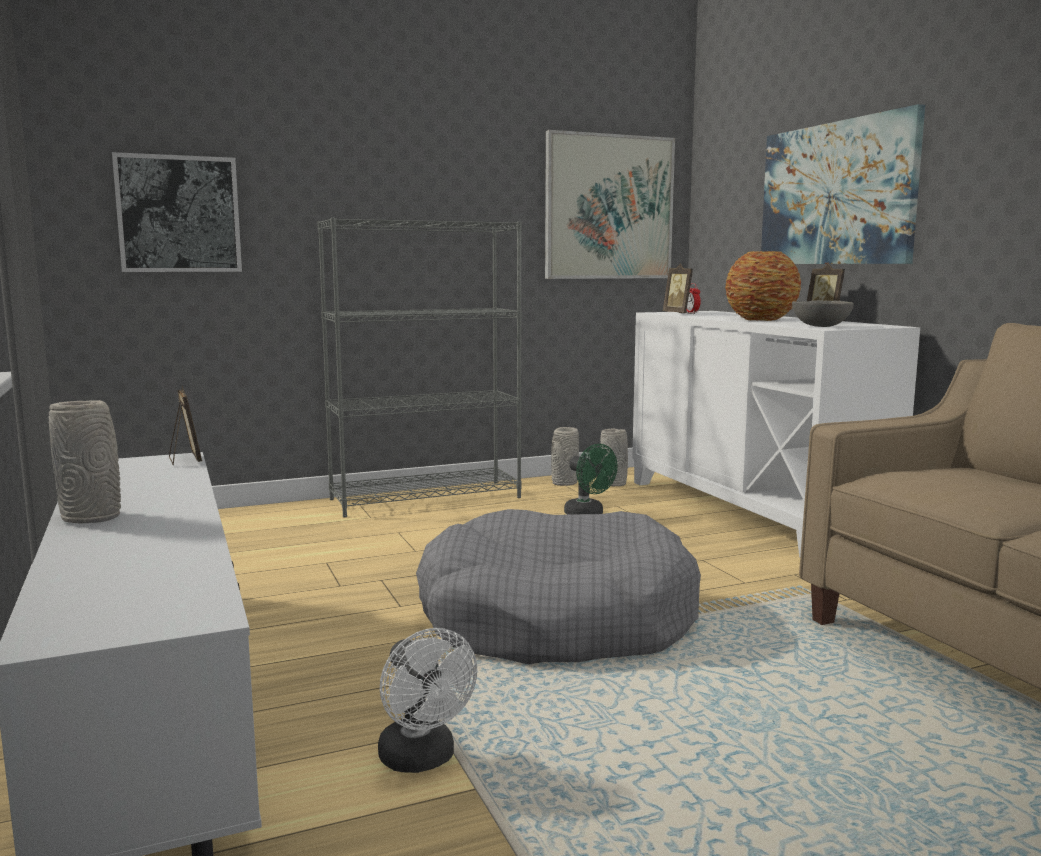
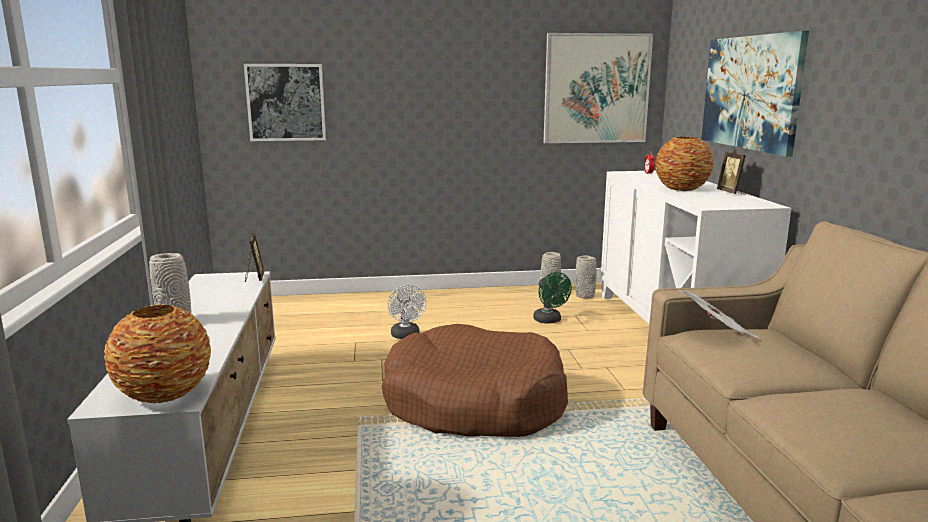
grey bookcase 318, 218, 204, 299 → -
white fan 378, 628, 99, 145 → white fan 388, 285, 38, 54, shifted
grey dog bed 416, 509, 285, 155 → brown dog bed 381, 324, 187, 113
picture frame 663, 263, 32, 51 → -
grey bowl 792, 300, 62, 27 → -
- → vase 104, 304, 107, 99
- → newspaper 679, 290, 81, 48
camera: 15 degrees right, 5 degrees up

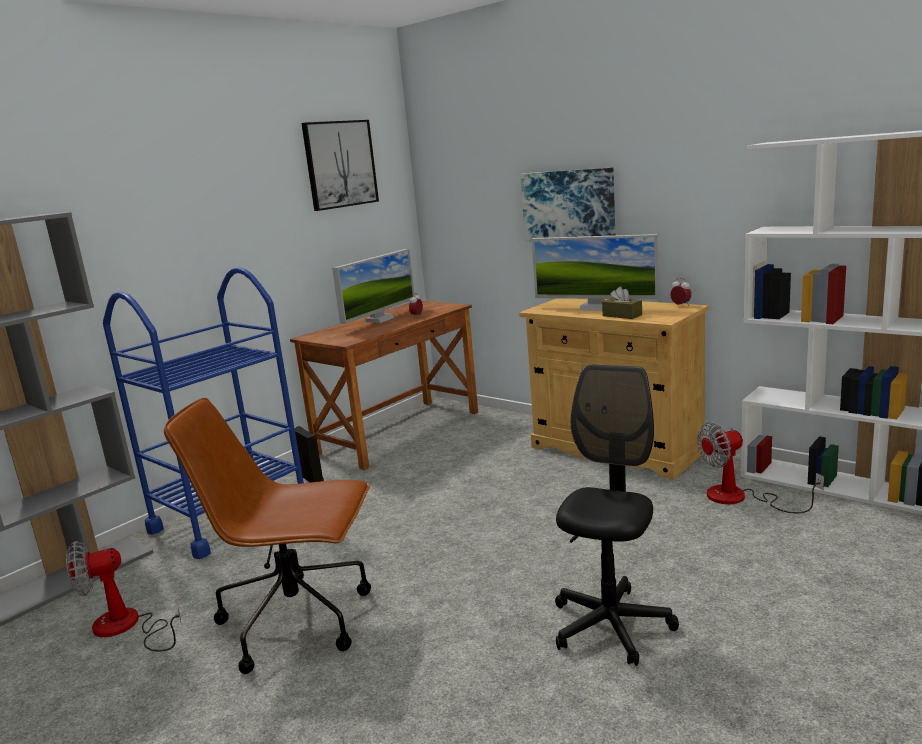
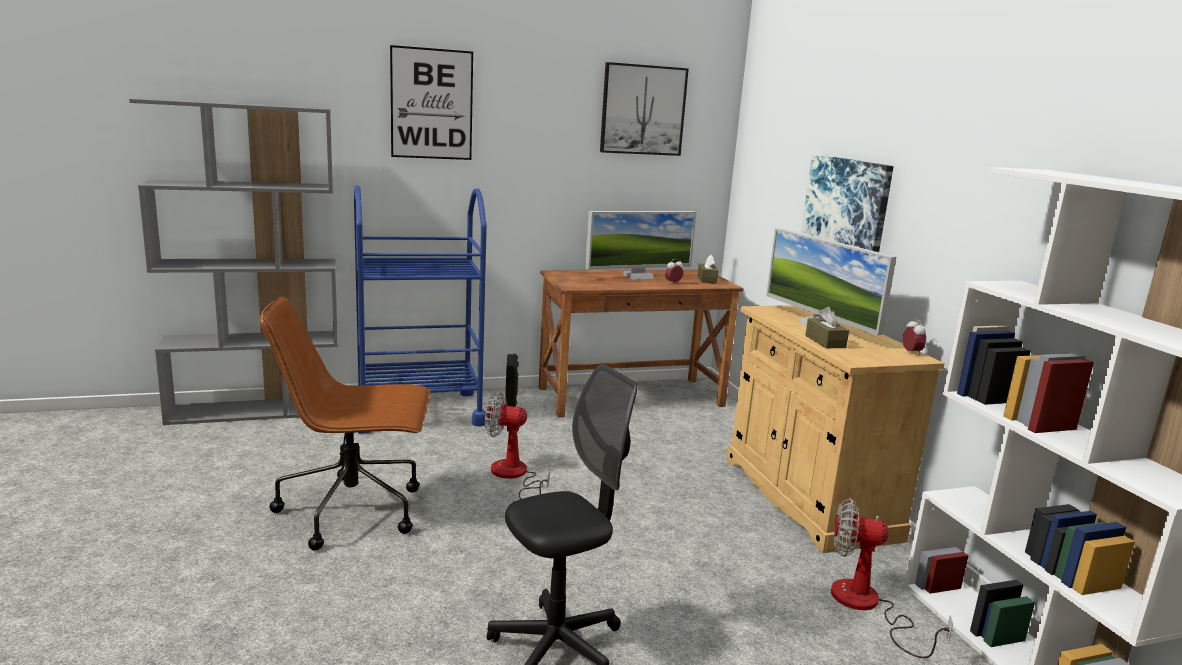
fan 66, 541, 116, 111 → fan 485, 392, 65, 107, shifted
brown office chair 164, 398, 207, 276 → brown office chair 260, 297, 170, 254, 45 degrees counterclockwise
- → picture 390, 45, 83, 115
- → brown tissue box 697, 255, 21, 29
camera: 30 degrees right, 0 degrees up

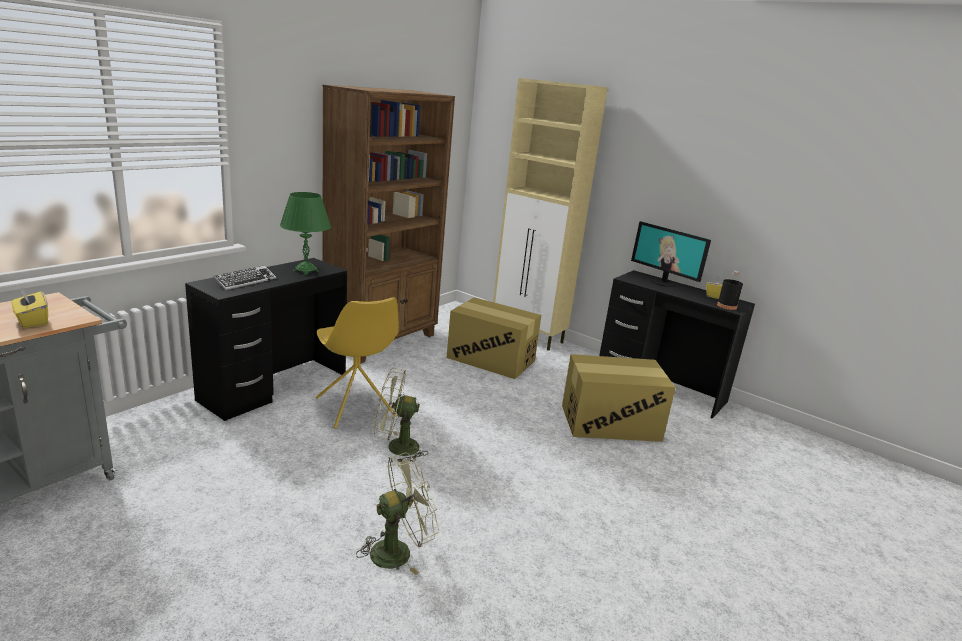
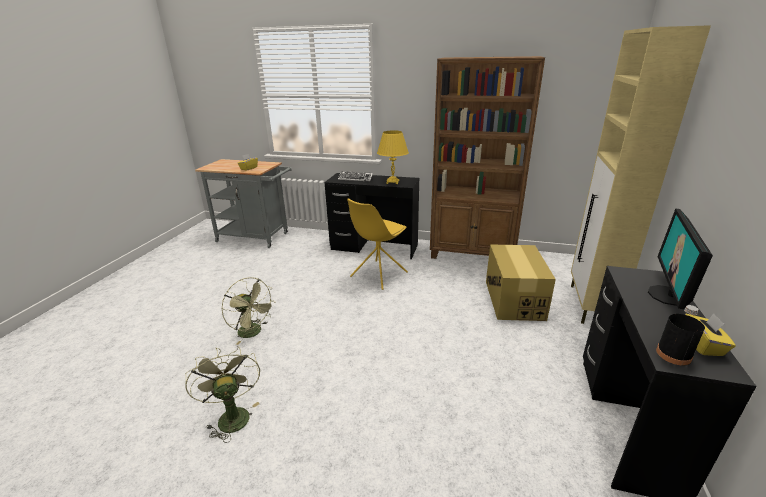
green table lamp 280, 192, 51, 83 → yellow table lamp 377, 130, 32, 54
green fan 374, 368, 53, 94 → green fan 185, 346, 75, 97, shifted
cardboard box 562, 354, 114, 88 → -
camera: 70 degrees right, 5 degrees up

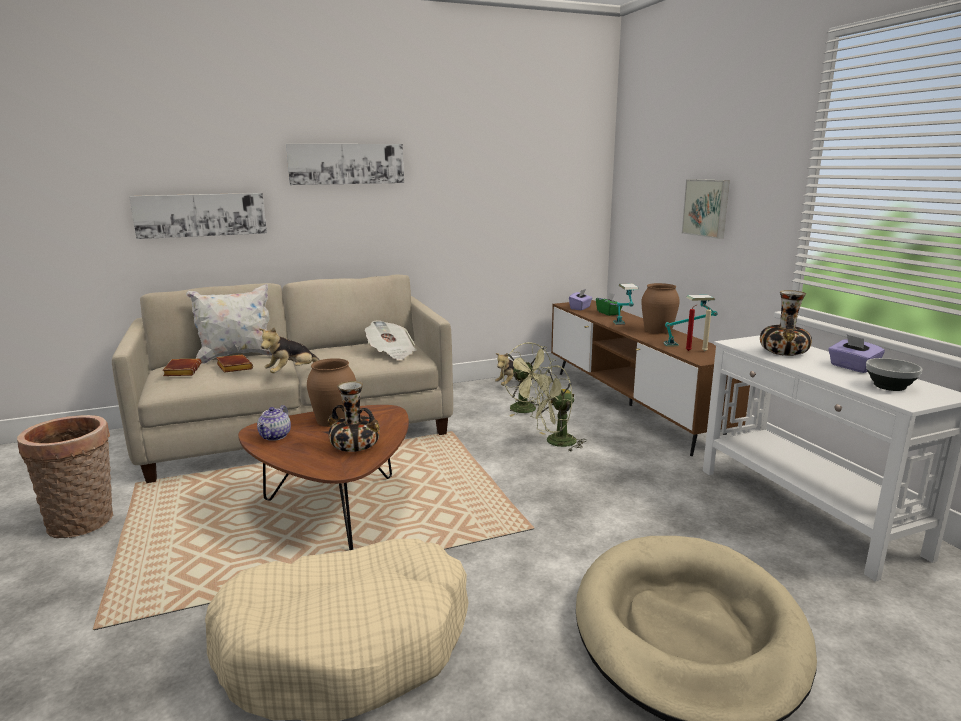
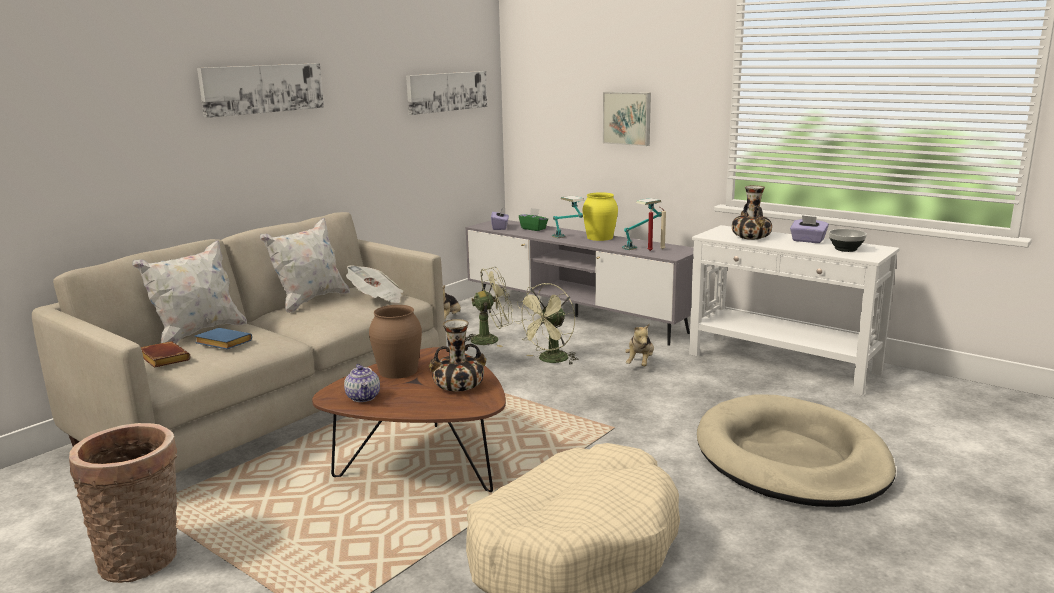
picture 129, 193, 138, 46 → picture 406, 71, 81, 44, shifted
brown book 216, 355, 37, 18 → blue book 195, 328, 57, 21
plush toy 259, 327, 60, 46 → plush toy 625, 324, 29, 42, shifted
green fan 503, 342, 55, 75 → green fan 465, 267, 48, 80, 45 degrees counterclockwise
brown tv stand 551, 300, 199, 156 → grey tv stand 466, 220, 228, 126
brown vase 641, 283, 39, 51 → yellow vase 583, 192, 35, 49
- → white pillow 260, 218, 90, 95
camera: 30 degrees left, 0 degrees up

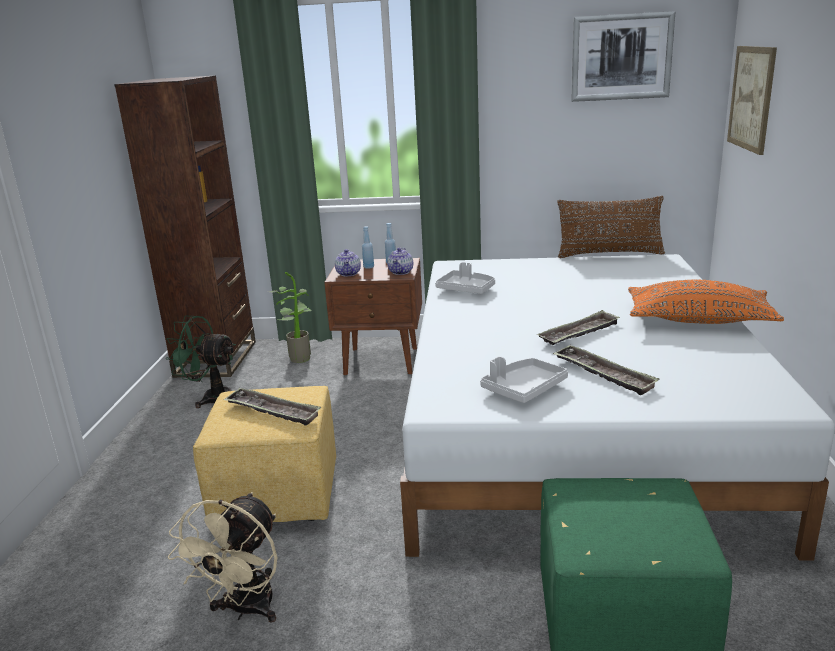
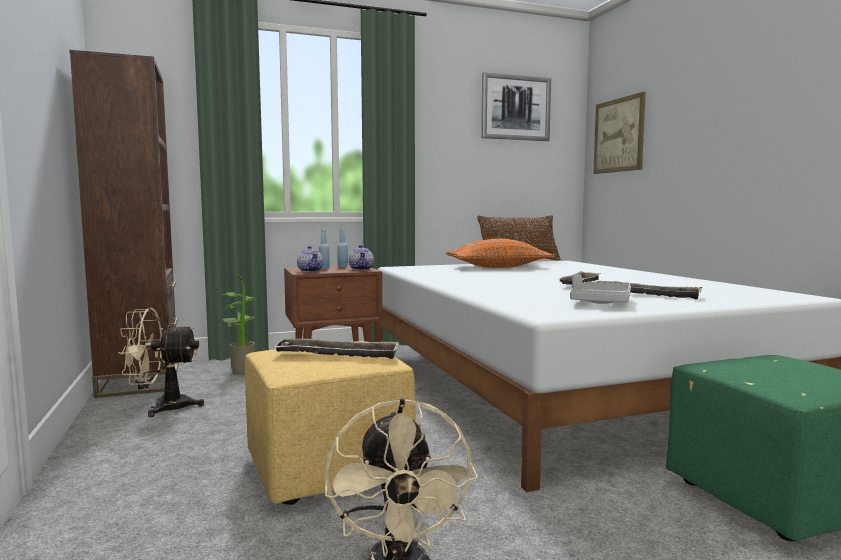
green fan 165, 316, 71, 92 → beige fan 118, 308, 86, 109
grey tray 435, 262, 60, 32 → -
orange pillow 628, 280, 156, 44 → orange pillow 446, 239, 109, 29, shifted
camera: 25 degrees left, 15 degrees down

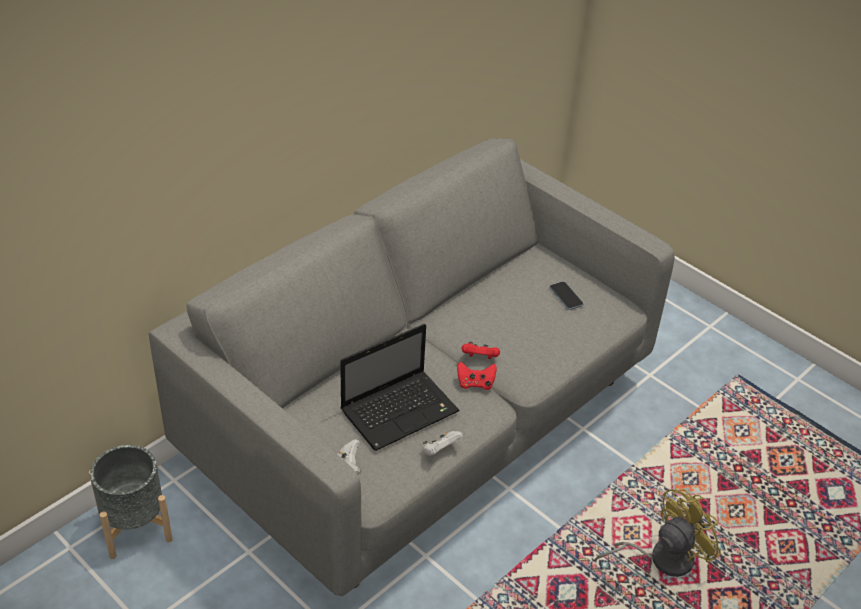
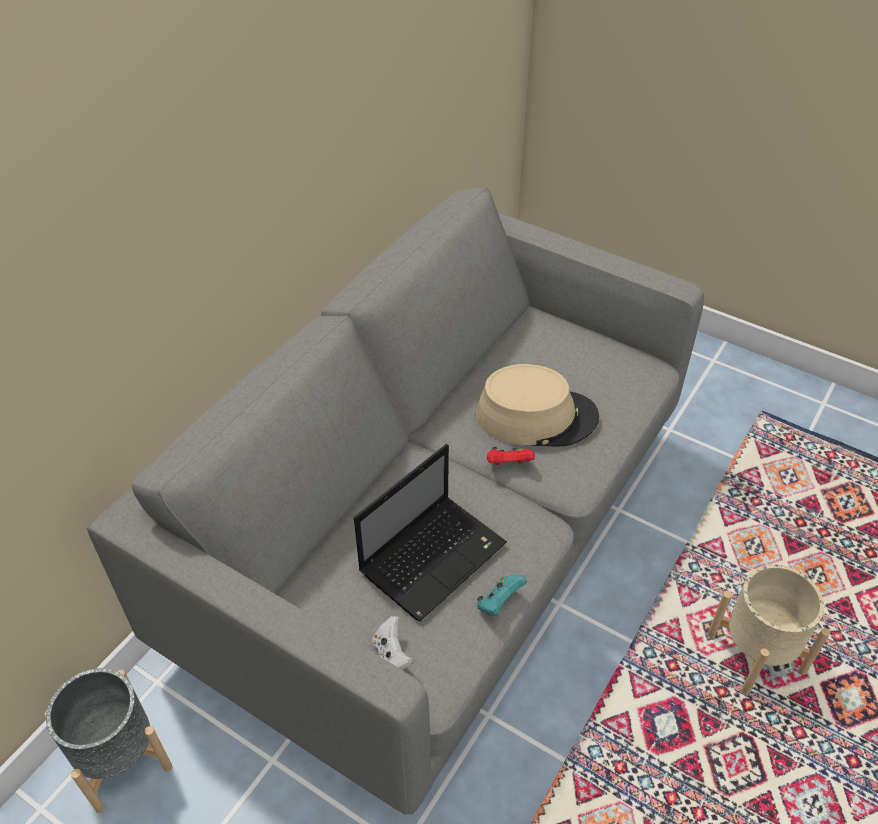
white game controller 422, 431, 42, 25 → turquoise game controller 477, 575, 50, 41
red game controller 457, 362, 40, 28 → -
phone 549, 281, 34, 29 → -
yellow fan 596, 489, 125, 88 → beige planter 707, 565, 123, 130
- → beige hat 476, 364, 123, 83
camera: 10 degrees left, 5 degrees up

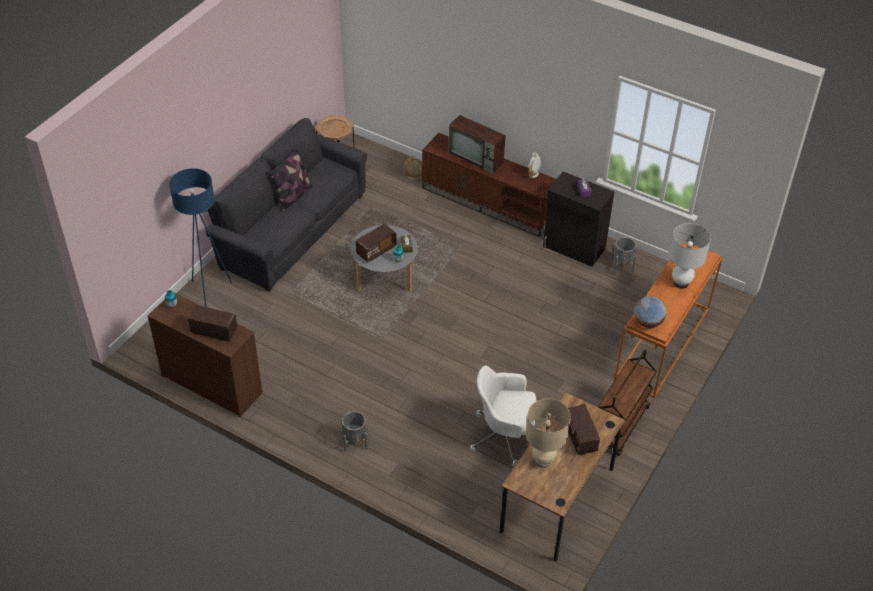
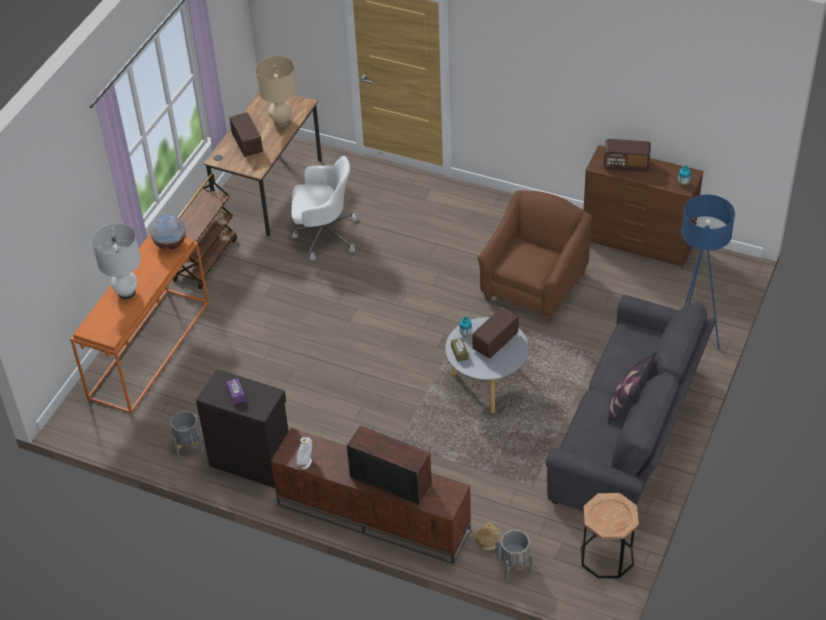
grey planter 341, 411, 27, 41 → grey planter 497, 530, 36, 50, shifted
- → brown armchair 478, 190, 114, 132
camera: 175 degrees right, 0 degrees up

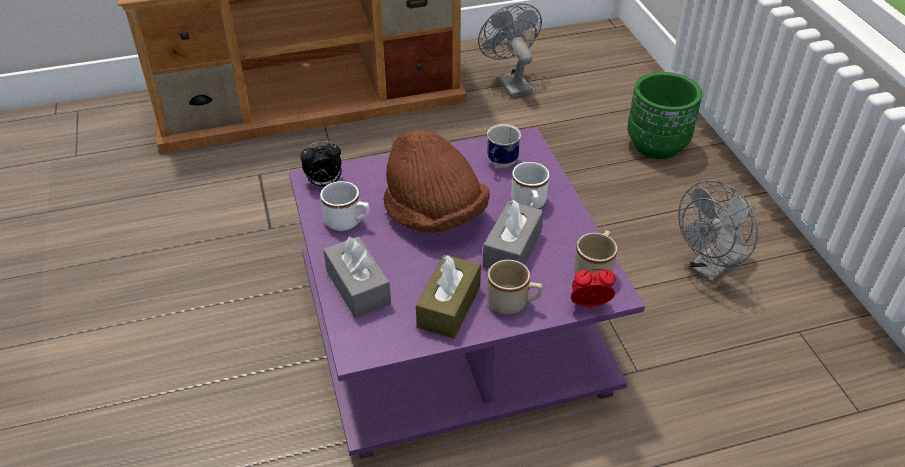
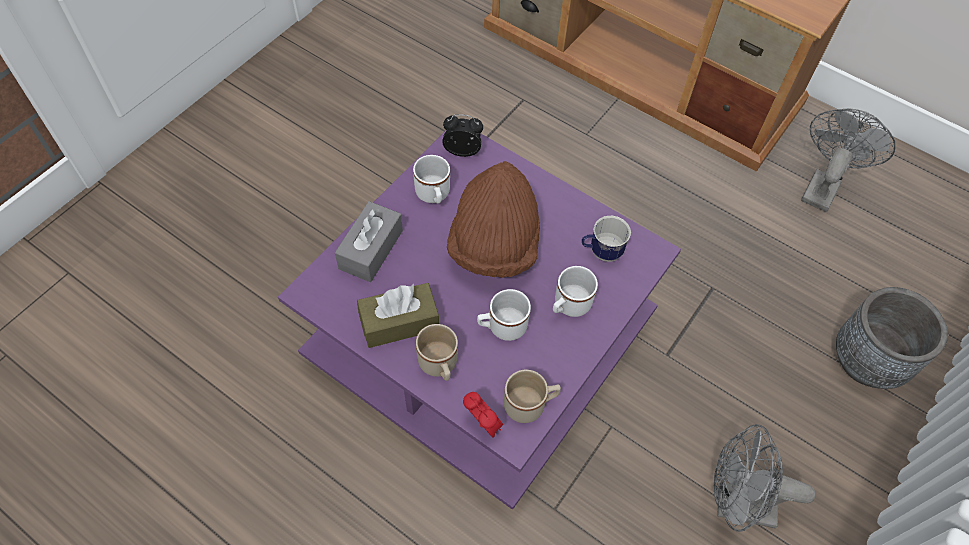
alarm clock 300, 141, 41, 46 → alarm clock 442, 114, 41, 43, 150 degrees clockwise
grey tissue box 483, 200, 60, 69 → white mug 477, 289, 54, 52
green planter 627, 72, 75, 87 → grey planter 836, 287, 112, 102
camera: 50 degrees right, 15 degrees up

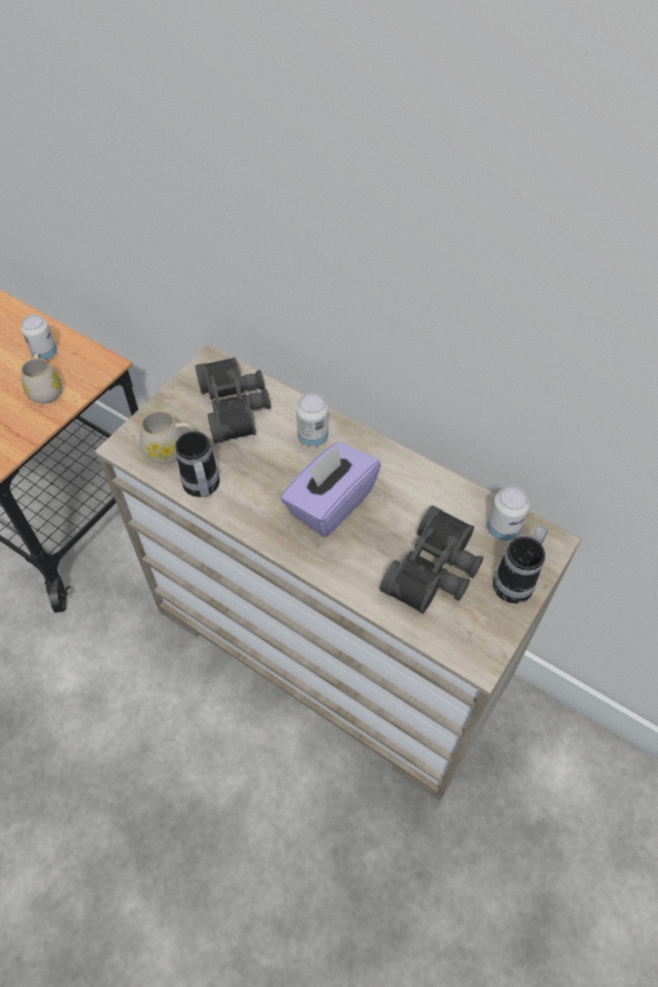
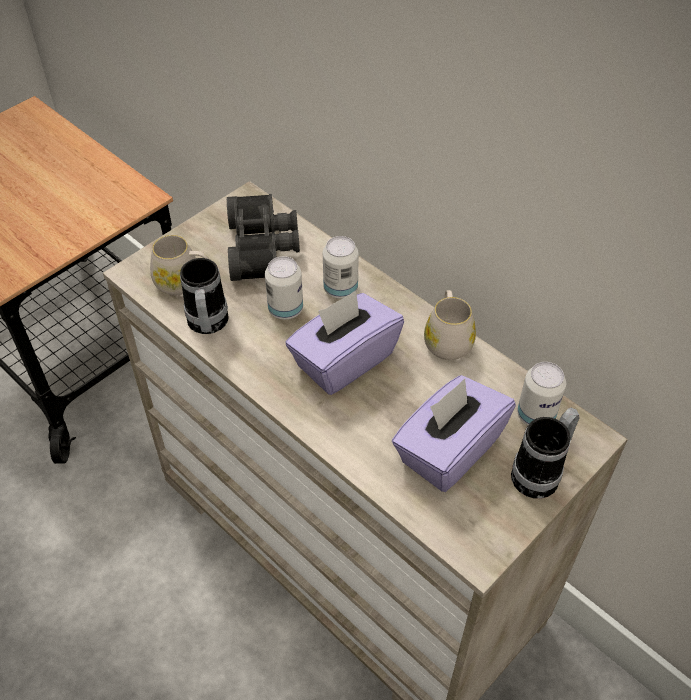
can 21, 314, 36, 46 → can 265, 256, 38, 64, shifted
white mug 21, 354, 41, 50 → white mug 424, 290, 52, 70, shifted
black binoculars 380, 506, 104, 108 → purple tissue box 392, 375, 124, 117
camera: 10 degrees right, 5 degrees down

